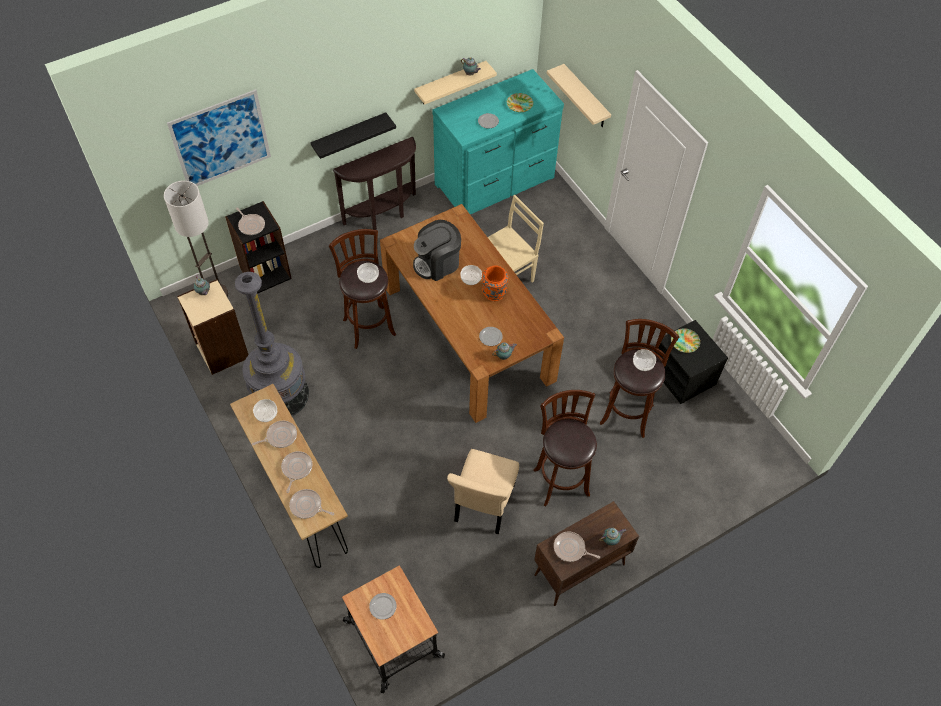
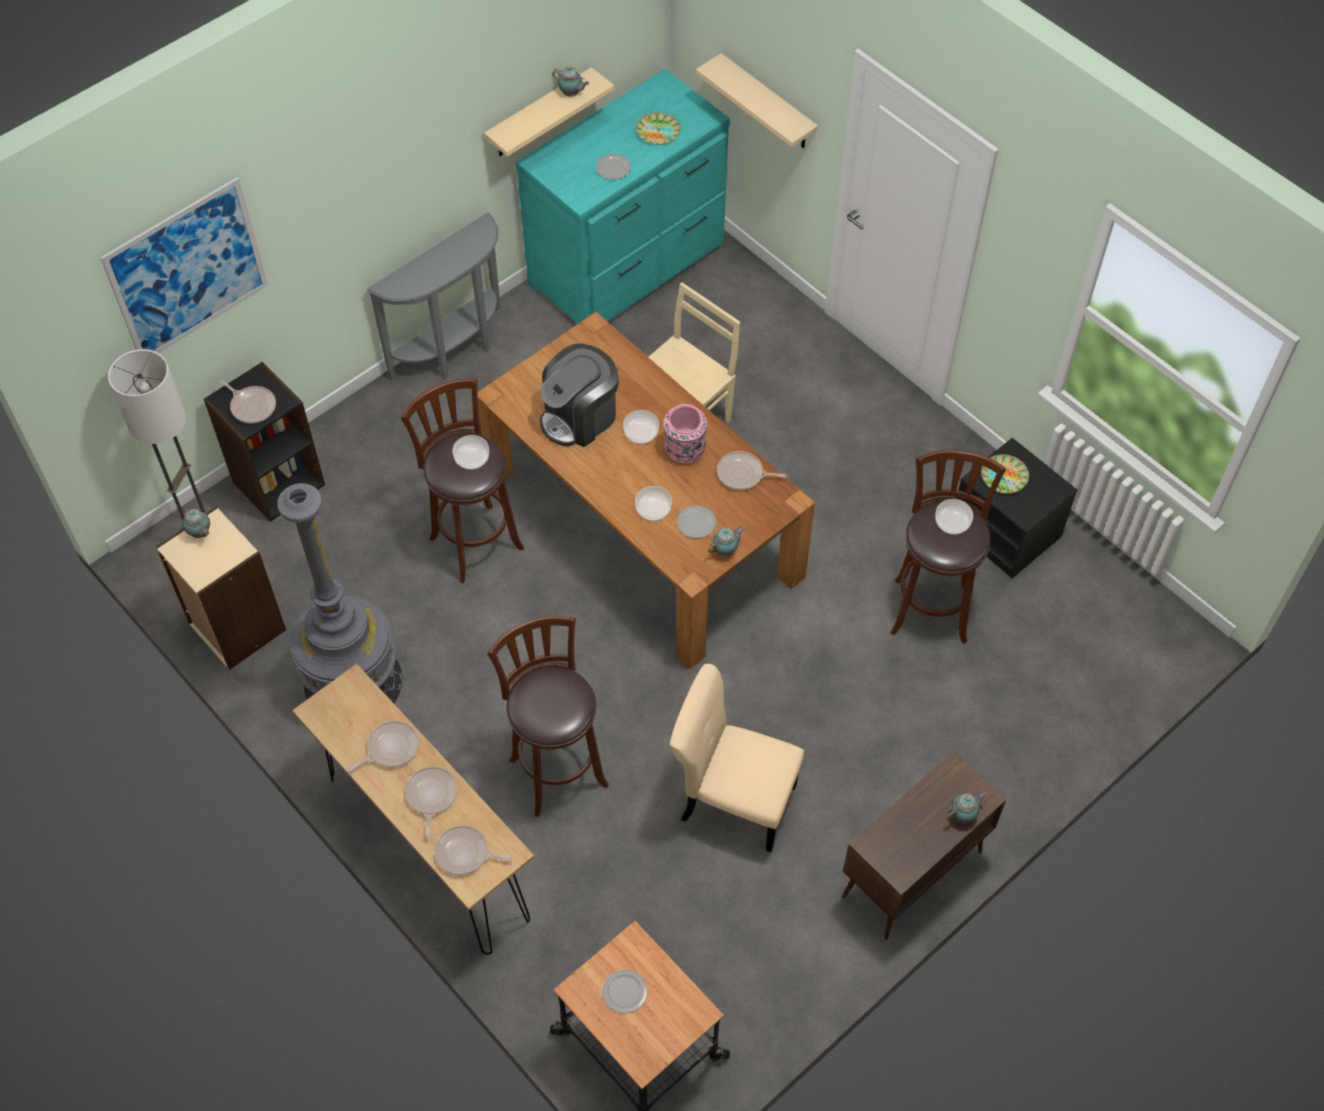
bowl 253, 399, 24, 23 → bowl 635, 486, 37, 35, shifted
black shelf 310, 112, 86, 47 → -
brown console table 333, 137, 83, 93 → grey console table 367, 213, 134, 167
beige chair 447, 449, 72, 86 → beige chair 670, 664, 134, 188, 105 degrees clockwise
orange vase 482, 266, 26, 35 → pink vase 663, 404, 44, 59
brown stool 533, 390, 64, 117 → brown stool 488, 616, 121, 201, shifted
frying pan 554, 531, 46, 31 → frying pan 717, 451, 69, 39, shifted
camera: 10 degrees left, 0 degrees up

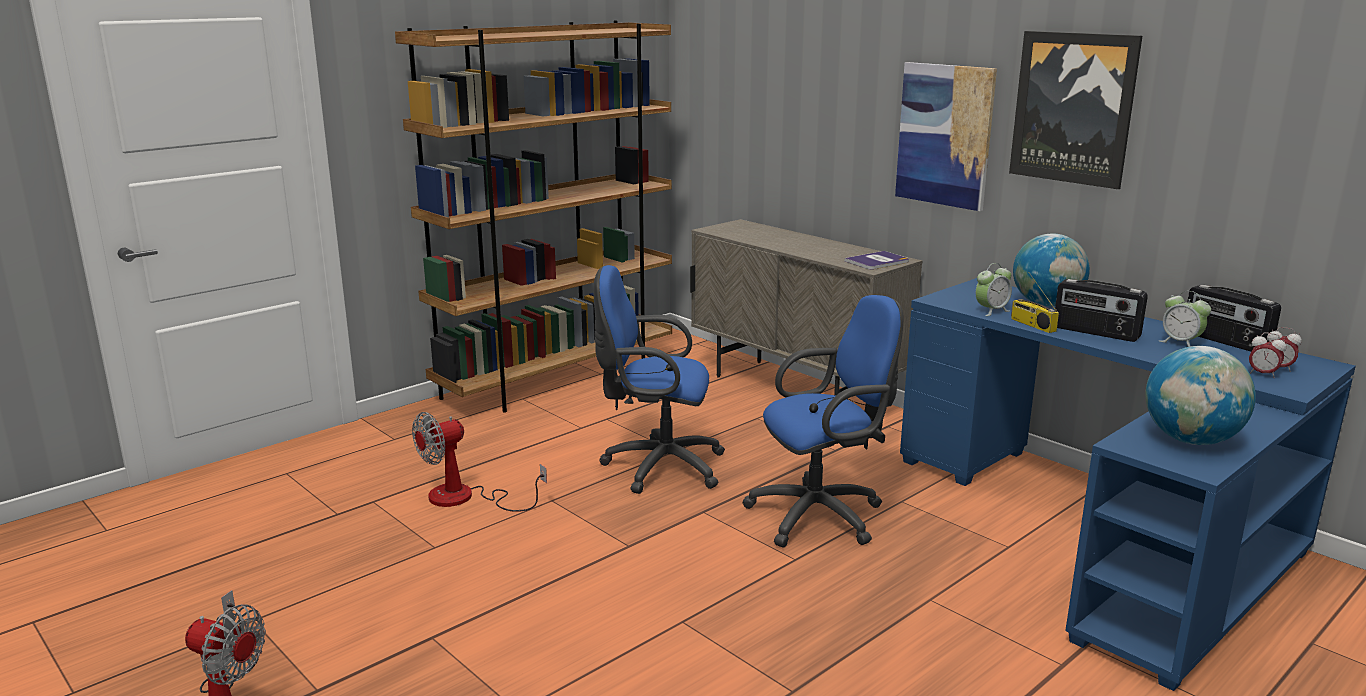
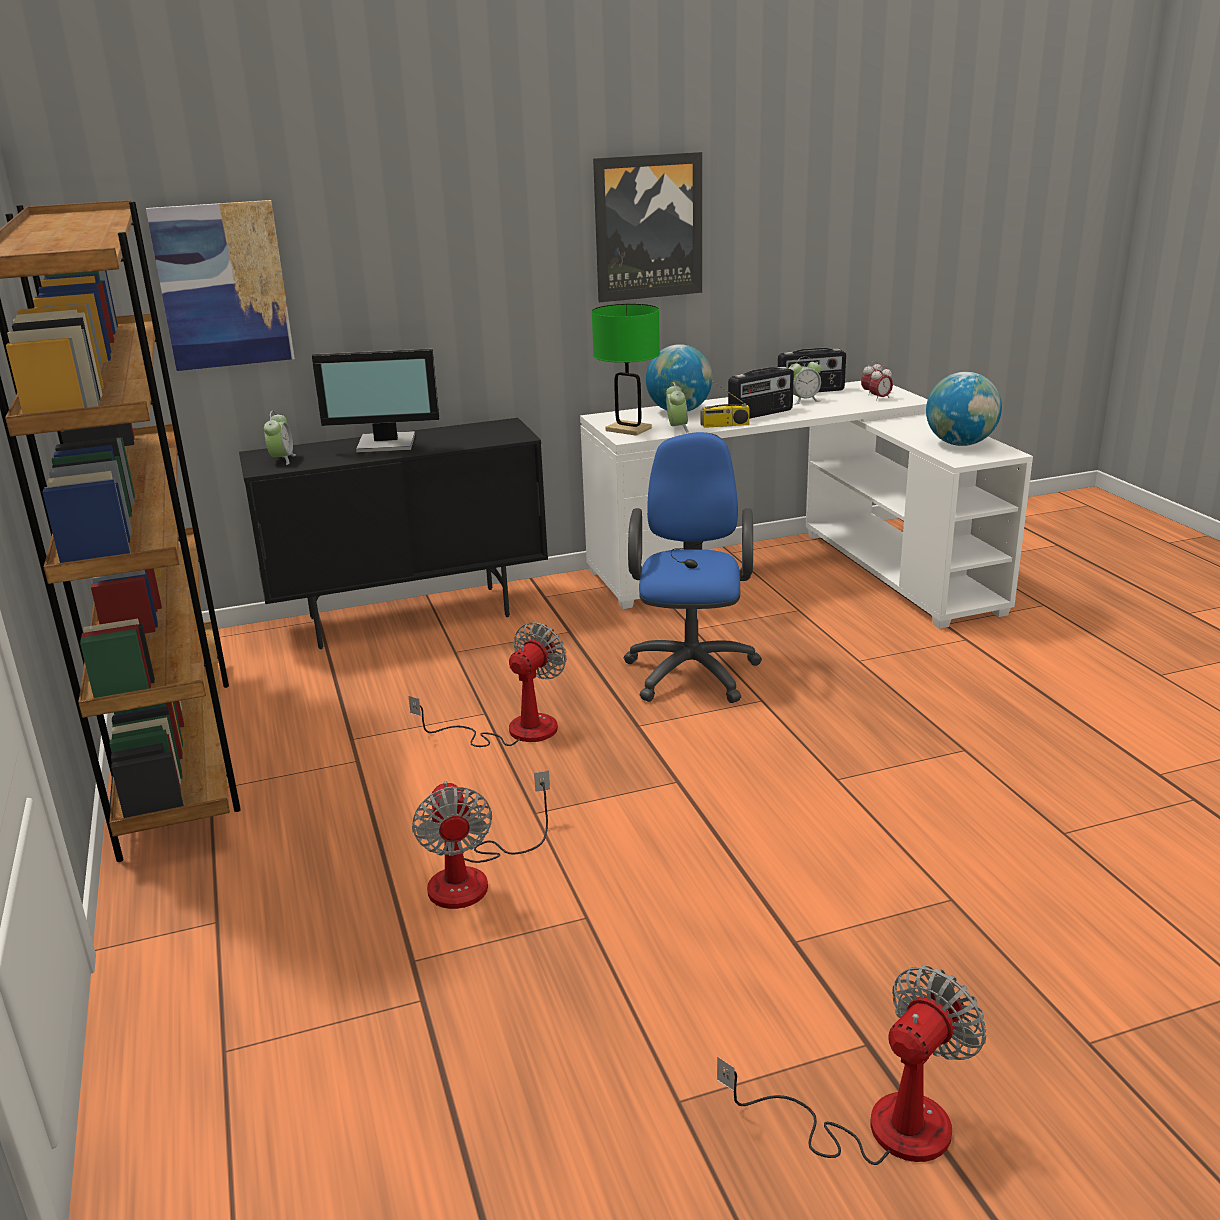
blue office chair 593, 265, 132, 229 → fan 408, 622, 159, 125
beige cabinet 690, 219, 232, 177 → black cabinet 239, 418, 309, 231
book 845, 251, 64, 19 → -
picture 895, 62, 102, 149 → picture 146, 200, 149, 171, shifted
blue desk 900, 278, 456, 413 → white desk 580, 381, 453, 248
- → alarm clock 264, 411, 32, 54
- → monitor 312, 349, 127, 104
- → green table lamp 592, 304, 68, 132
camera: 65 degrees left, 5 degrees up

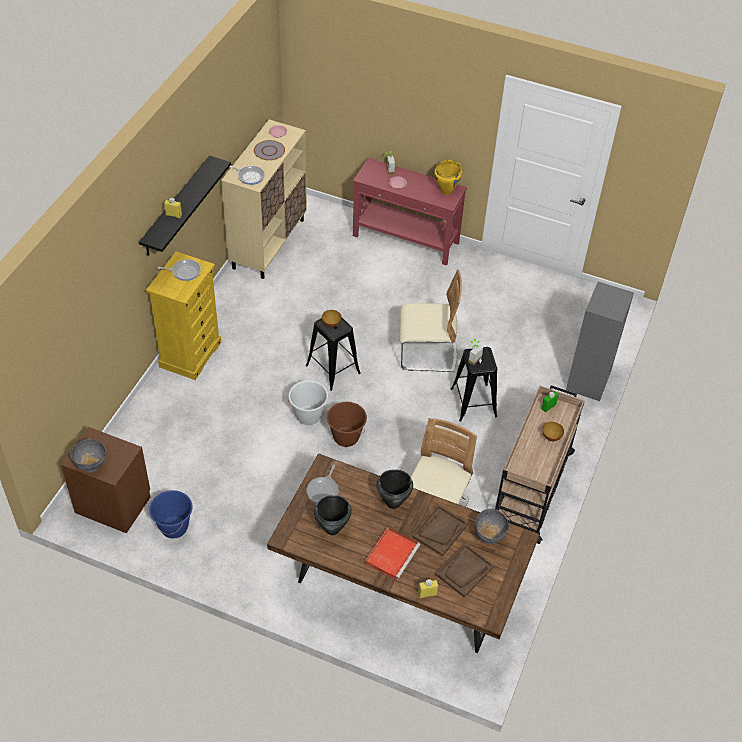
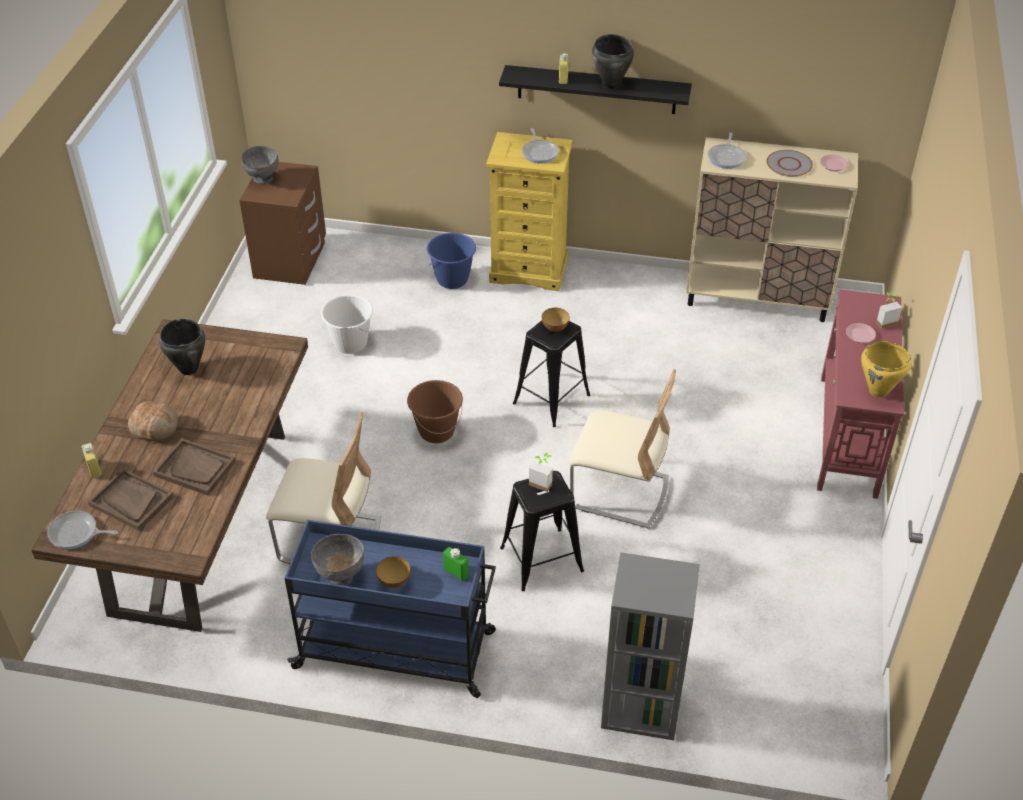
blue bucket 149, 490, 44, 48 → blue bucket 427, 233, 49, 56, shifted
white bucket 288, 380, 40, 45 → white bucket 321, 295, 52, 59, shifted
frying pan 307, 465, 32, 39 → frying pan 47, 511, 71, 38, shifted
red tray 365, 527, 55, 53 → bread 128, 401, 51, 40
black cooking pot 377, 469, 36, 40 → black cooking pot 592, 34, 42, 55, shifted
beige chair 400, 269, 62, 103 → beige chair 569, 369, 107, 160, 60 degrees counterclockwise
grey bowl 475, 509, 34, 35 → grey bowl 311, 534, 53, 52, shifted
beige cart 495, 385, 90, 159 → blue cart 284, 520, 212, 178
camera: 80 degrees right, 5 degrees down

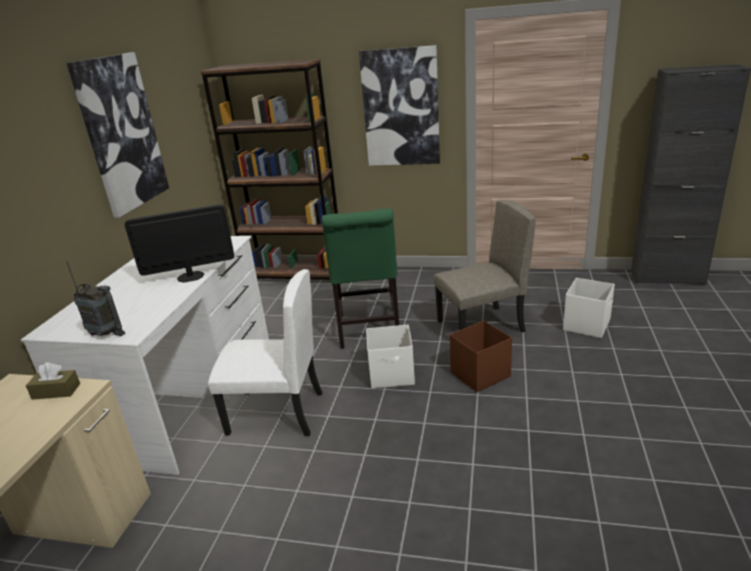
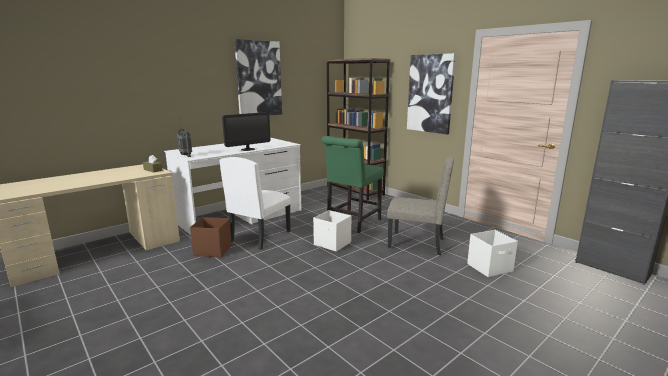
monitor 125, 204, 109, 79 → monitor 222, 112, 48, 39, 120 degrees clockwise
white chair 208, 269, 115, 167 → white chair 219, 157, 72, 93, 75 degrees clockwise
brown storage box 450, 321, 62, 71 → brown storage box 190, 217, 42, 41, shifted
camera: 35 degrees right, 10 degrees down

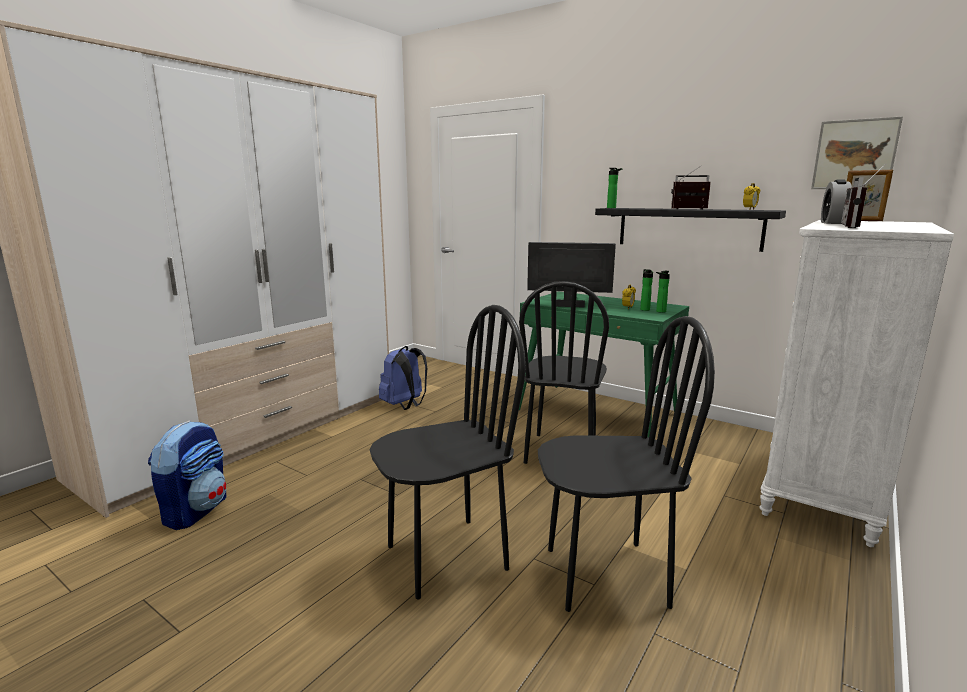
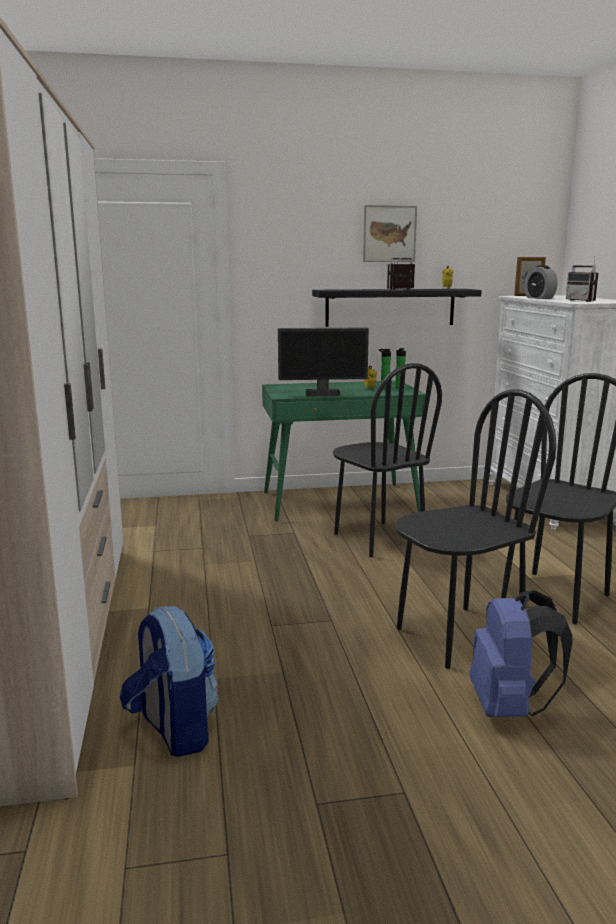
black chair 369, 305, 157, 294 → black chair 394, 389, 163, 280, 45 degrees clockwise
blue backpack 379, 346, 48, 64 → blue backpack 469, 590, 103, 127, shifted
monitor 527, 242, 89, 66 → monitor 278, 327, 91, 69, 150 degrees counterclockwise
bottle 607, 168, 15, 40 → -
picture 811, 116, 92, 73 → picture 363, 205, 54, 57, shifted
camera: 45 degrees left, 0 degrees up

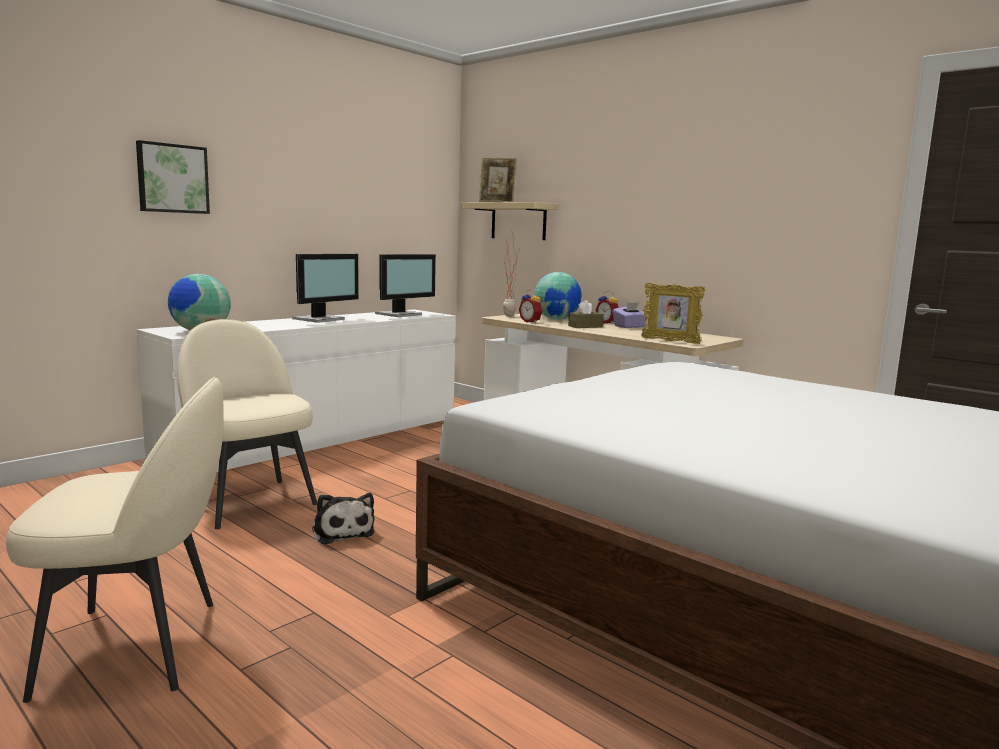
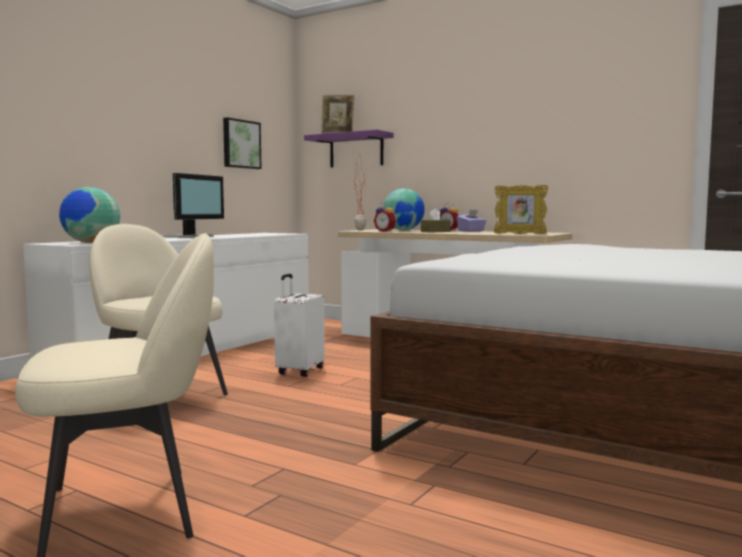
picture 136, 140, 74, 74 → picture 223, 117, 39, 52, shifted
plush toy 312, 493, 63, 52 → -
monitor 375, 254, 61, 63 → -
beige shelf 461, 202, 96, 38 → purple shelf 304, 129, 89, 38
- → white suitcase 274, 274, 51, 103
camera: 10 degrees left, 5 degrees down

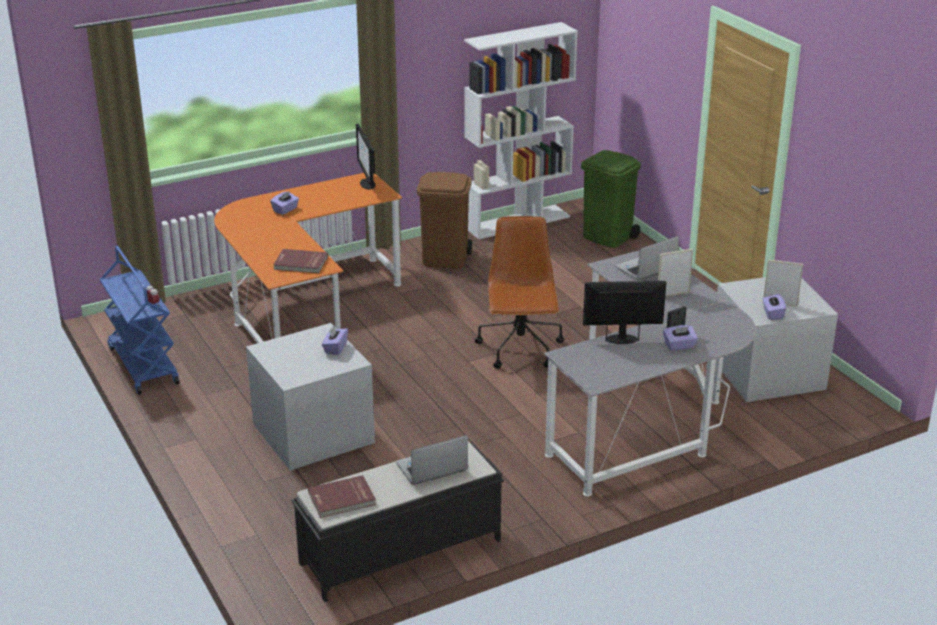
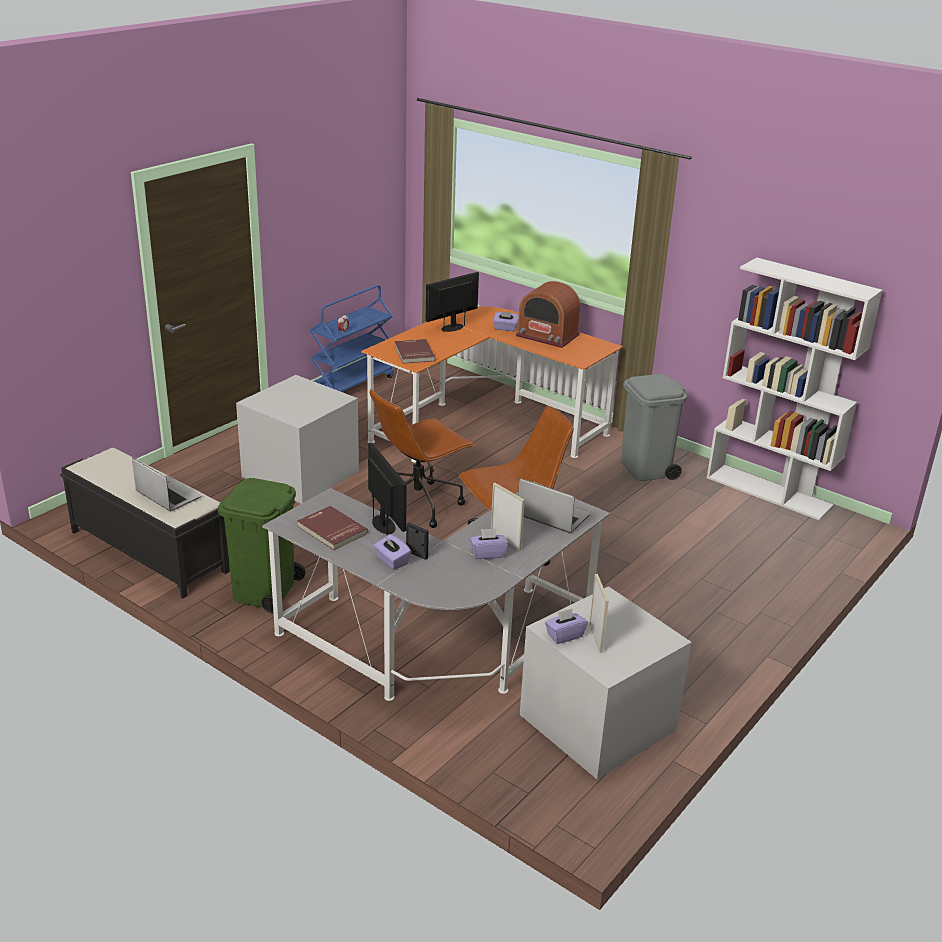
red book 308, 475, 68, 43 → red book 297, 506, 71, 44, shifted
purple tissue box 322, 326, 26, 29 → purple tissue box 470, 529, 38, 30, shifted
monitor 356, 124, 20, 66 → monitor 426, 272, 53, 60, shifted
brown trash can 417, 172, 55, 97 → grey trash can 621, 374, 66, 107
green trash can 581, 150, 60, 98 → green trash can 218, 478, 88, 135, shifted
- → brown office chair 370, 389, 105, 139
- → radio 516, 281, 64, 67
camera: 65 degrees right, 0 degrees up

